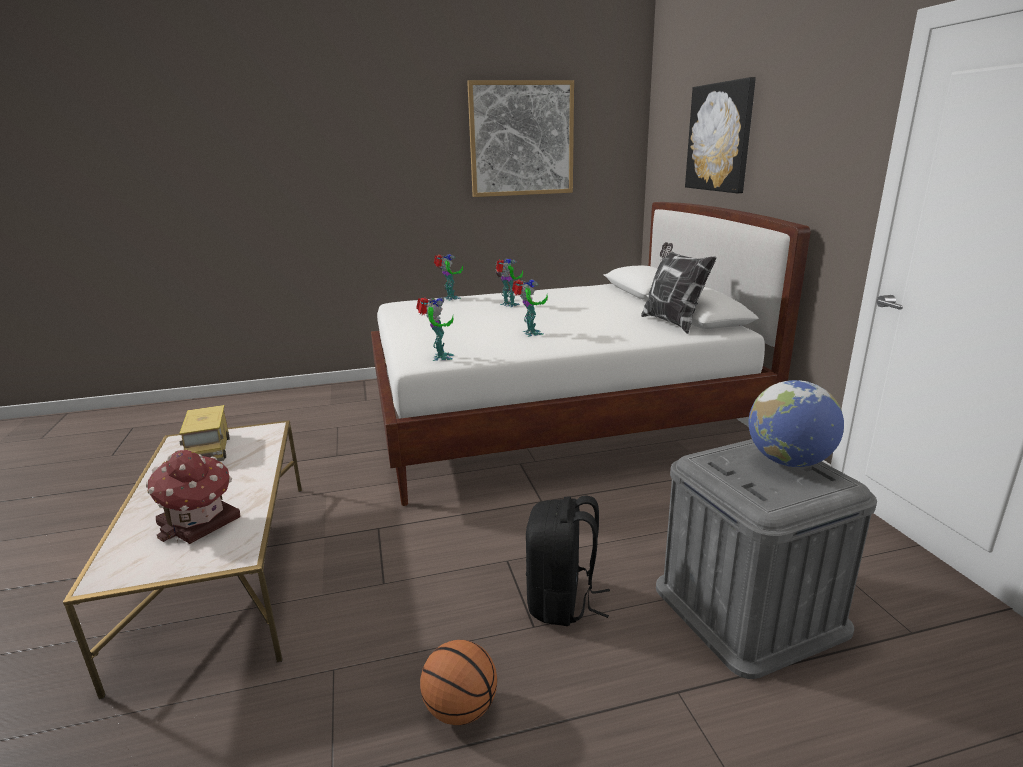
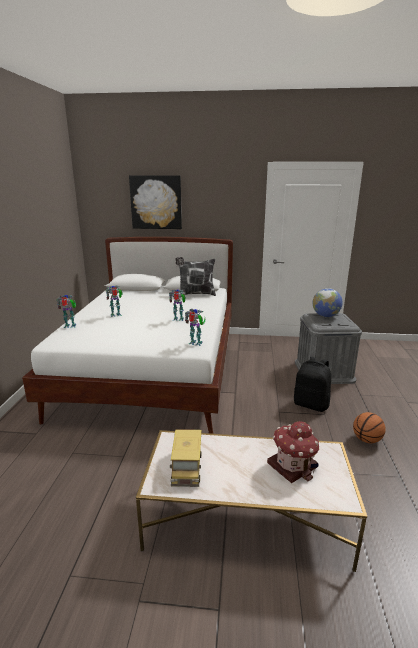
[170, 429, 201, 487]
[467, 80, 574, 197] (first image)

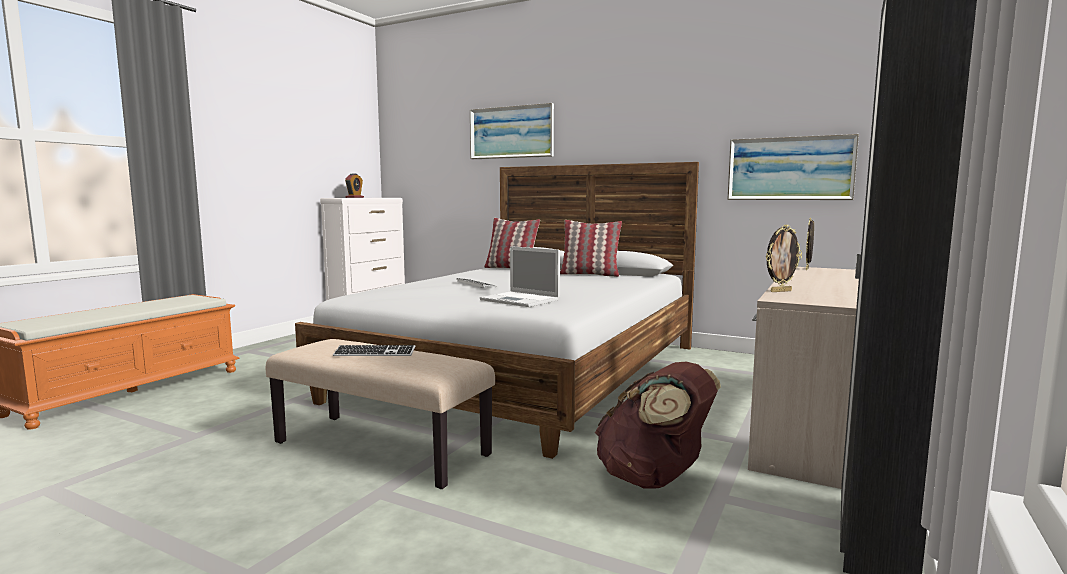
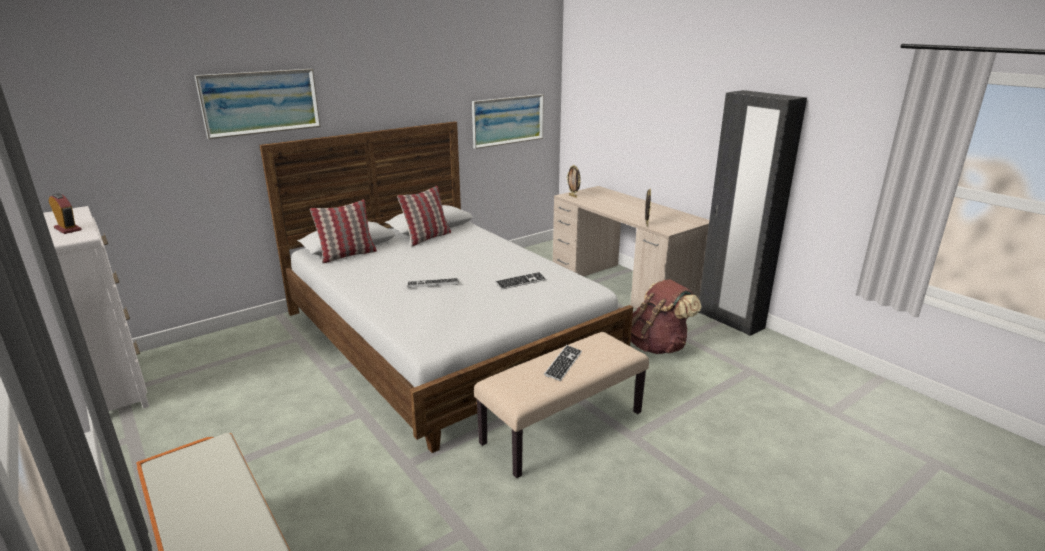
[495, 272, 546, 290]

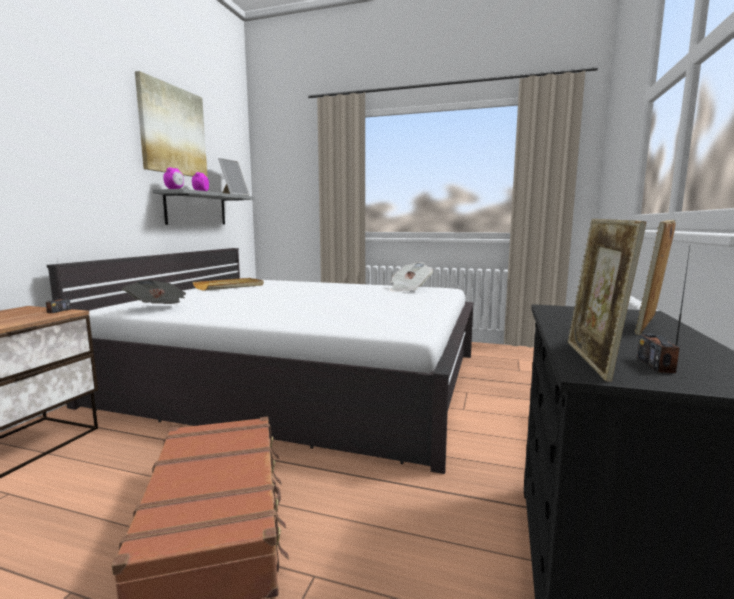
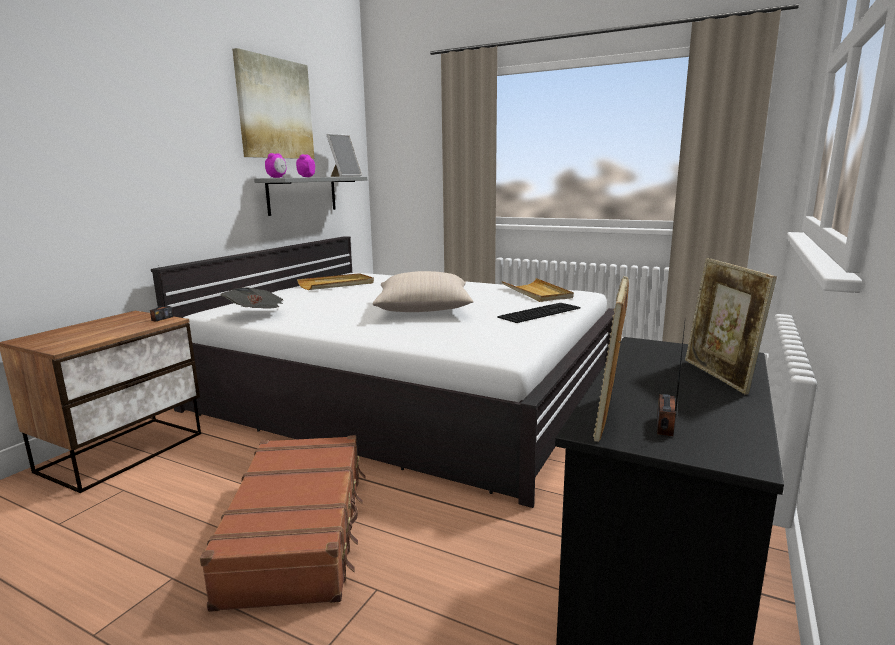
[502, 278, 574, 302]
[685, 258, 777, 395]
[373, 271, 474, 312]
[497, 303, 581, 323]

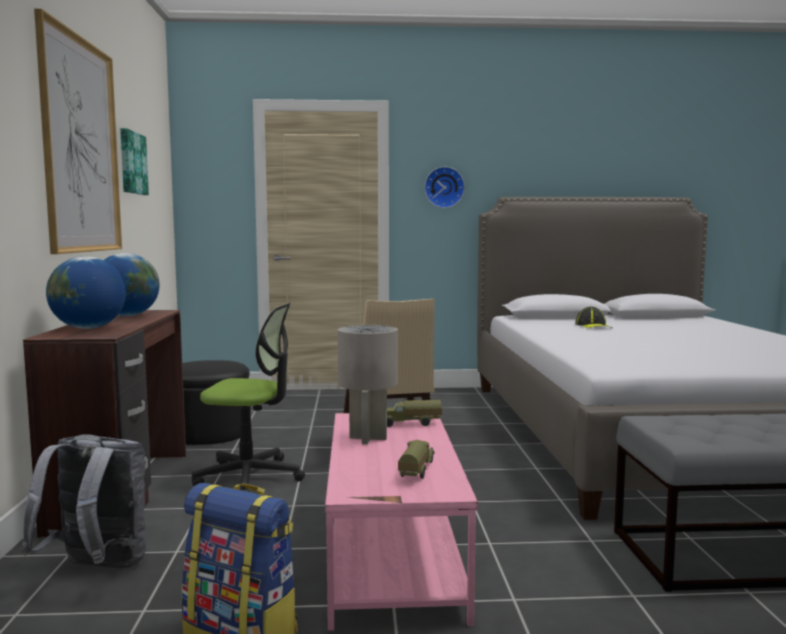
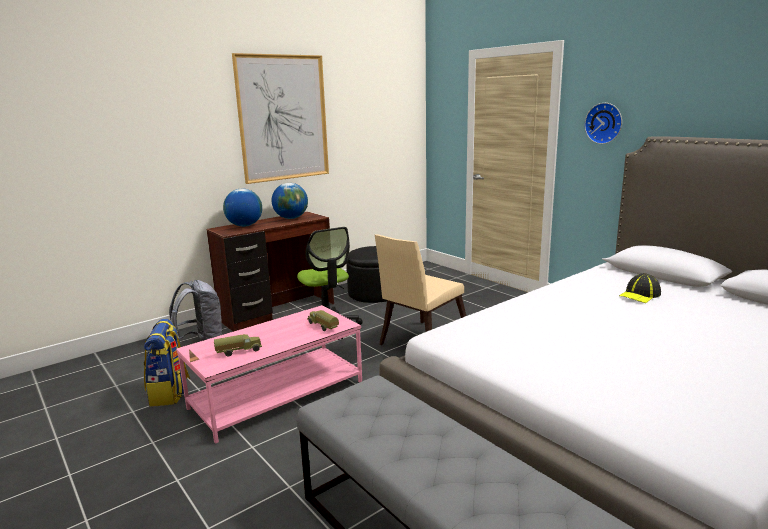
[120, 128, 149, 195] (first image)
[337, 325, 398, 444] (first image)

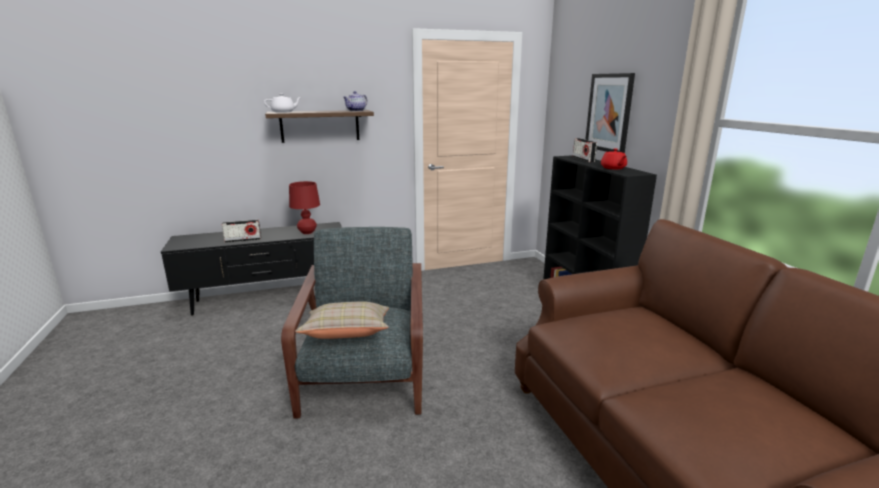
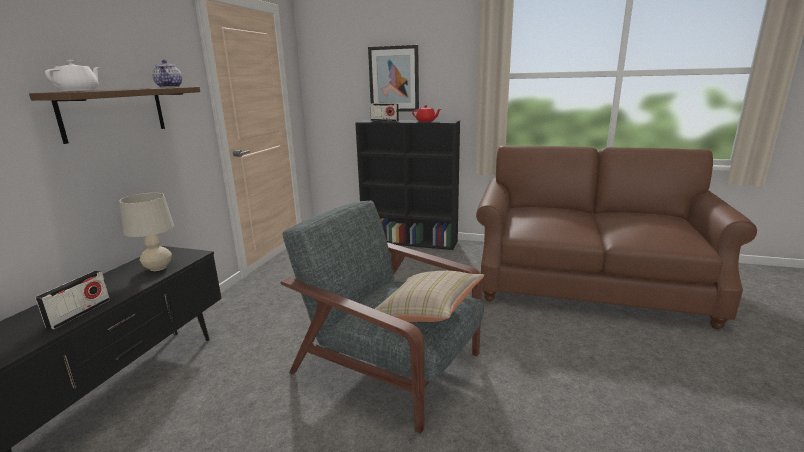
[119, 193, 174, 271]

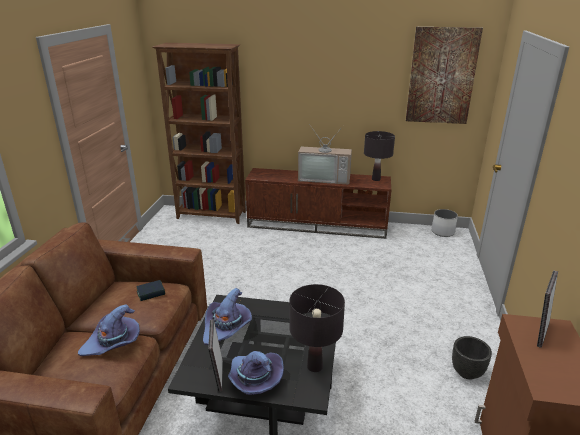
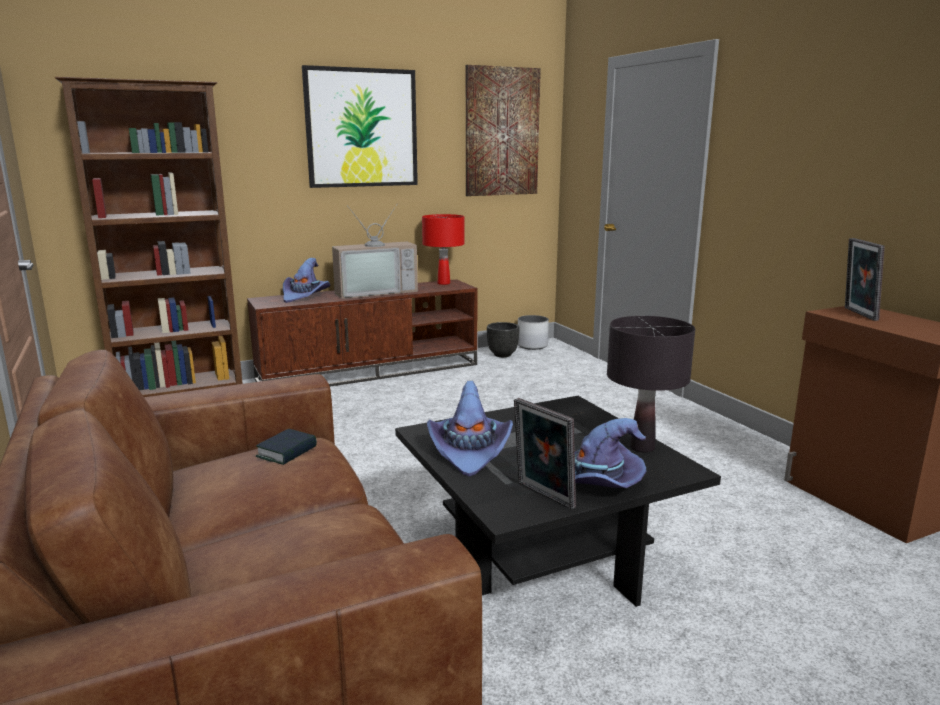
[283, 258, 330, 303]
[422, 214, 464, 285]
[487, 322, 520, 357]
[302, 65, 418, 188]

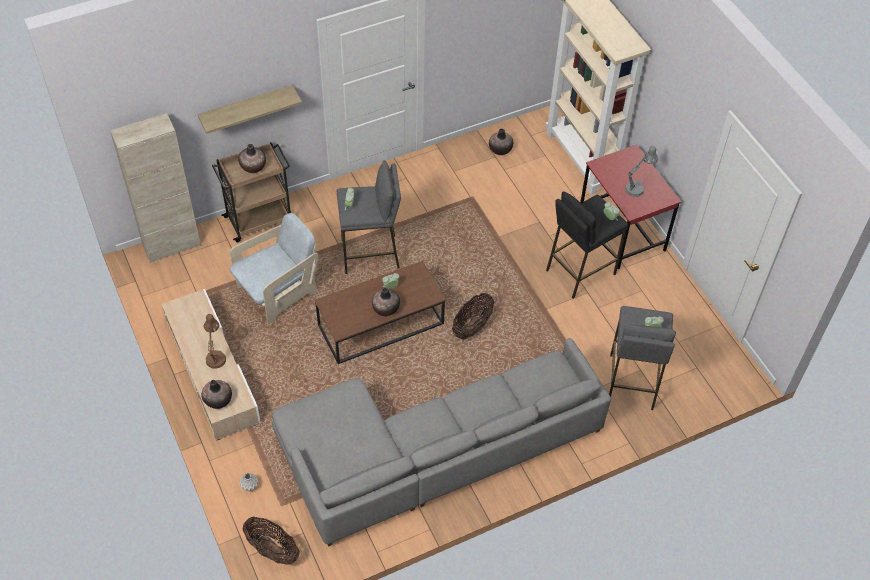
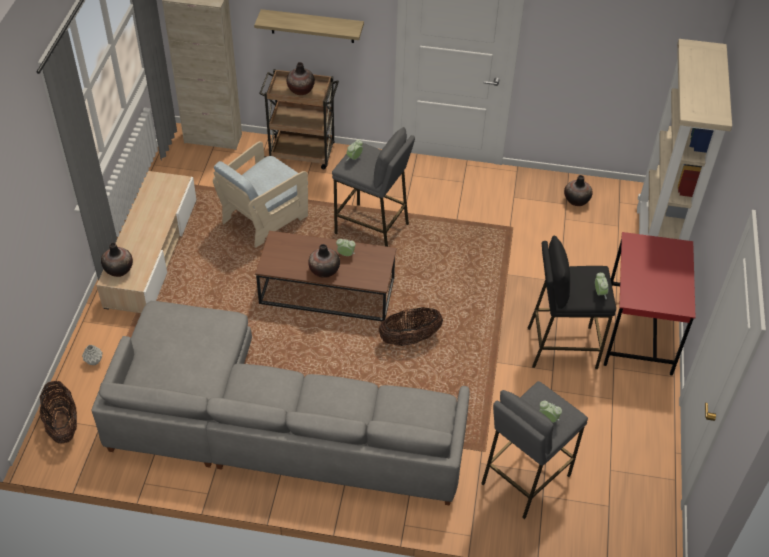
[204, 314, 226, 369] (first image)
[213, 141, 308, 248]
[625, 146, 658, 197] (first image)

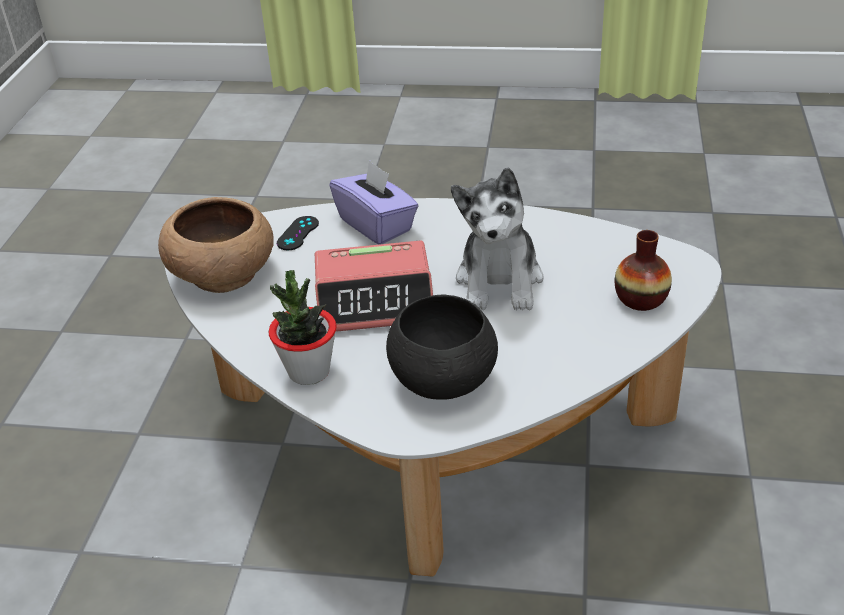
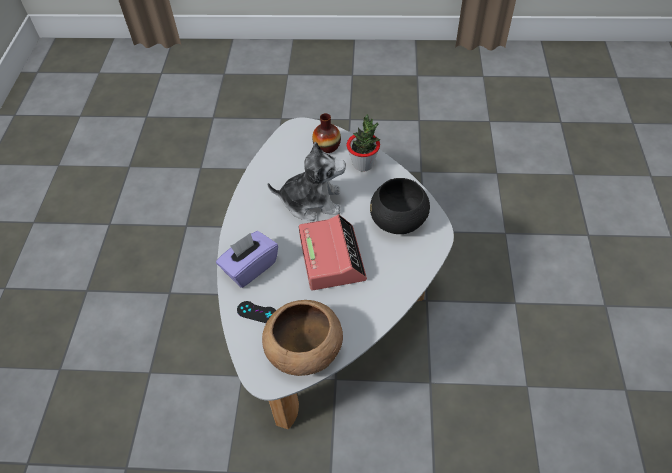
[346, 114, 380, 172]

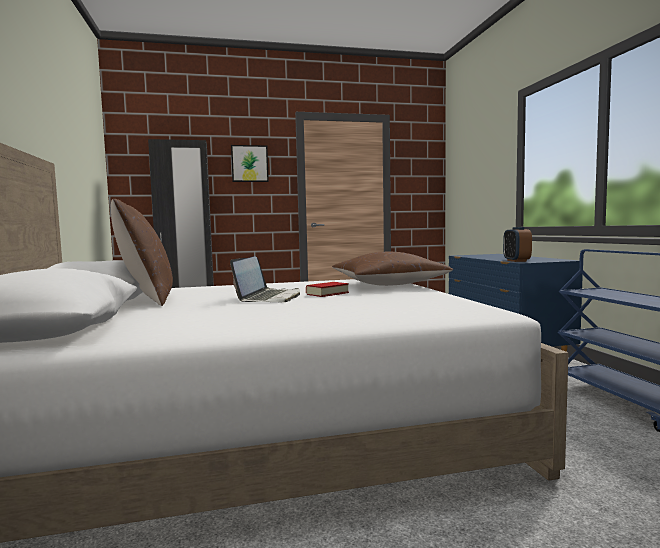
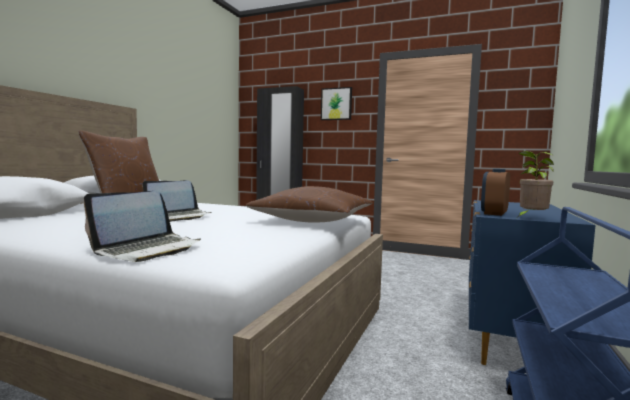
[306, 282, 349, 297] (first image)
[84, 191, 201, 262]
[518, 151, 554, 217]

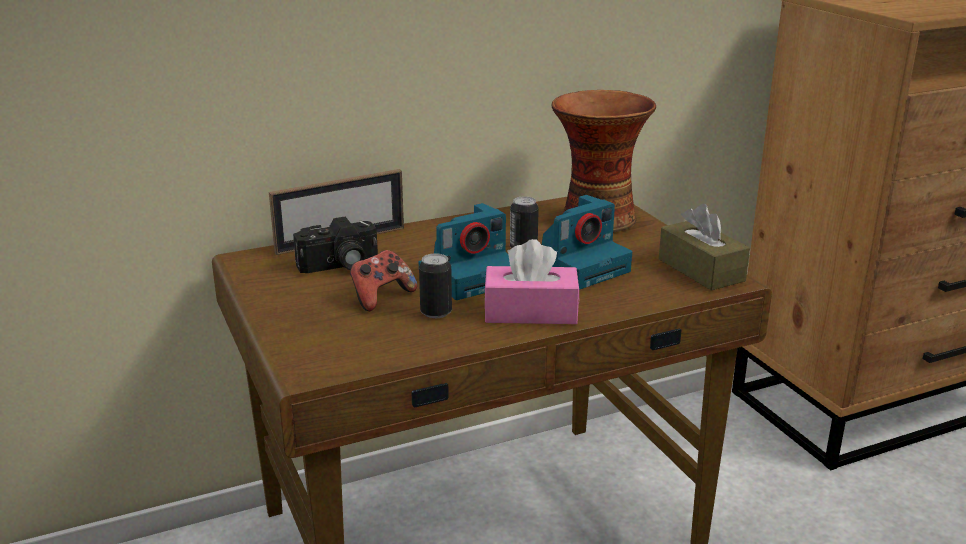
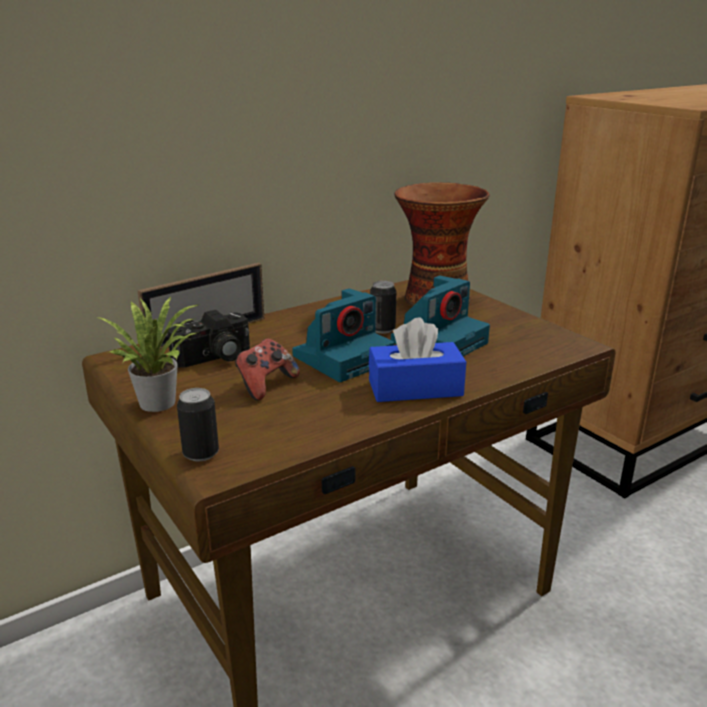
[177, 388, 219, 461]
[369, 318, 466, 402]
[659, 204, 750, 290] (first image)
[96, 297, 198, 412]

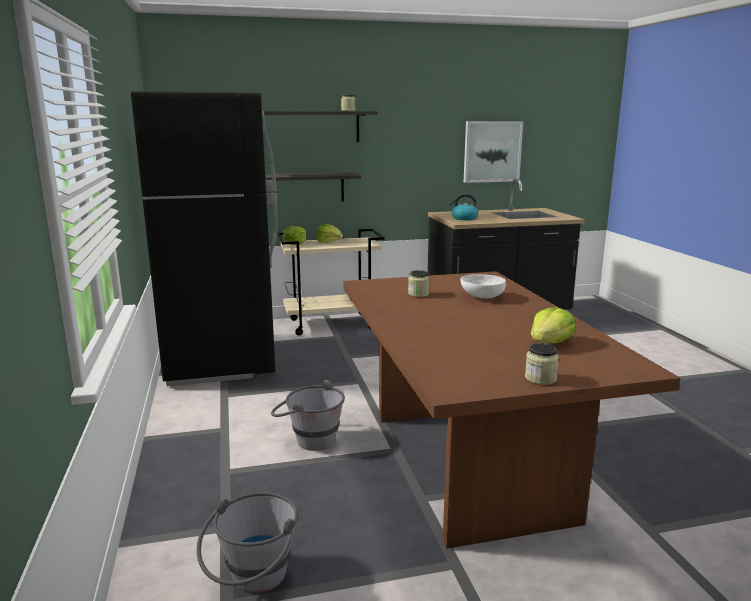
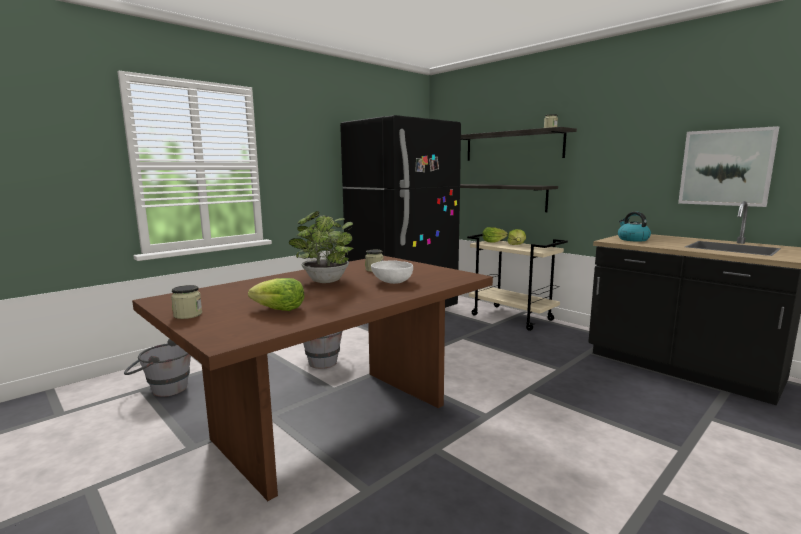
[289, 211, 354, 283]

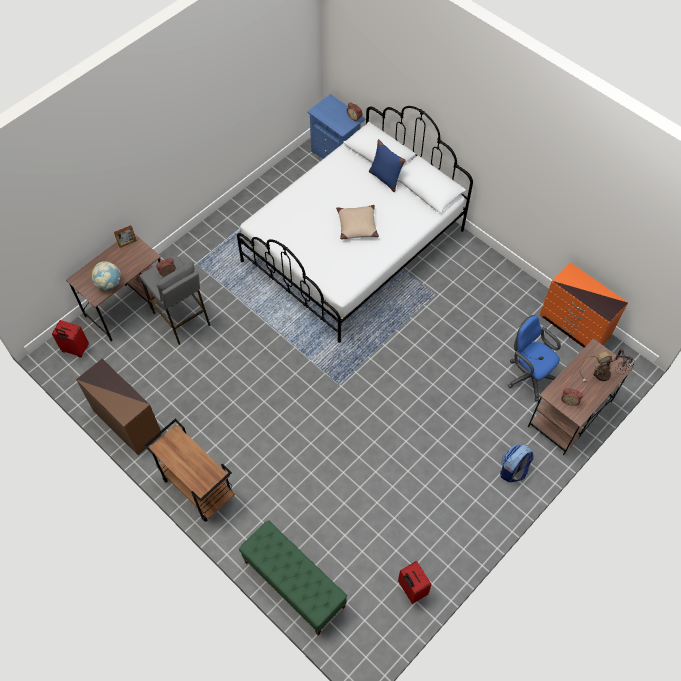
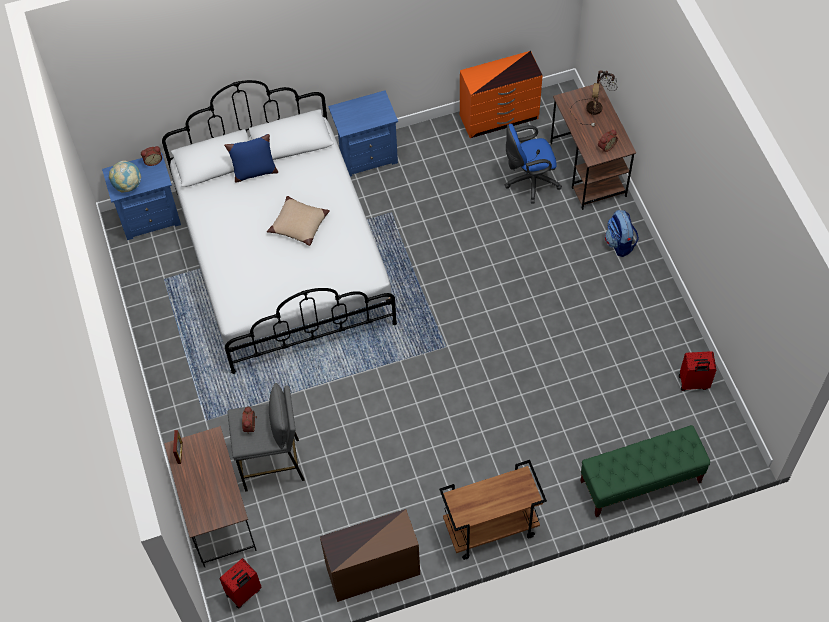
[109, 160, 141, 193]
[328, 90, 398, 177]

